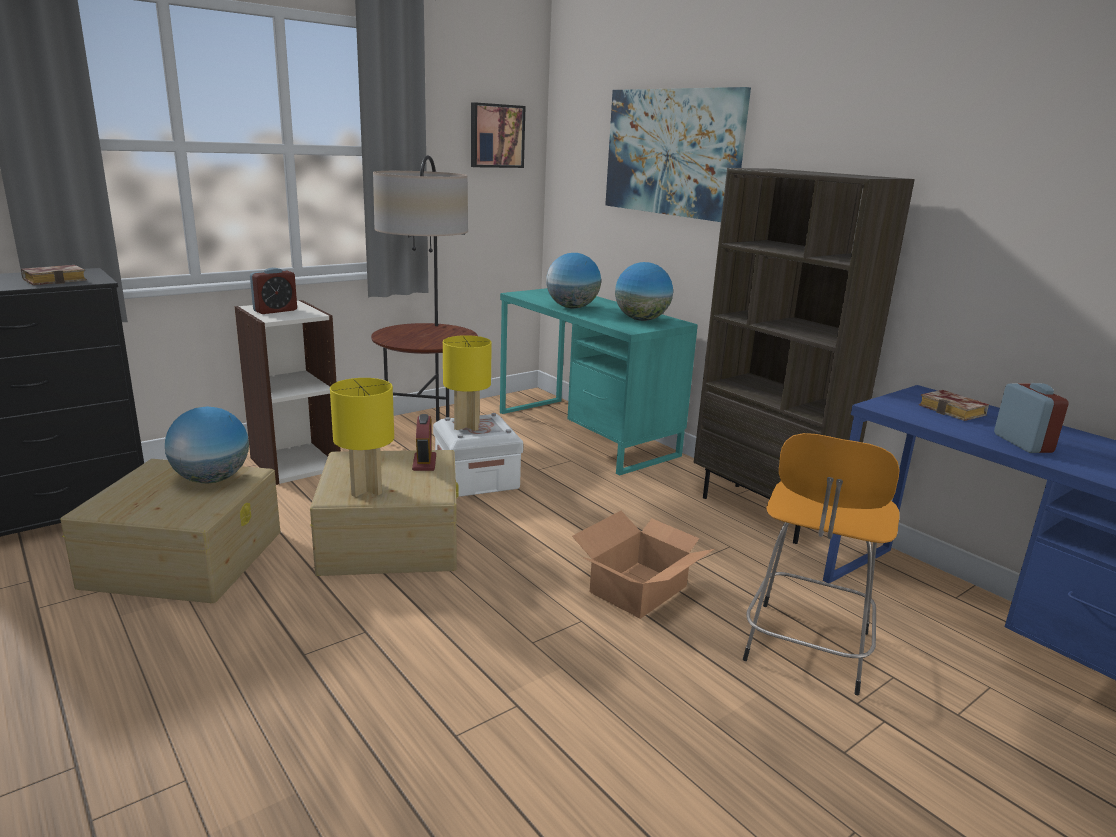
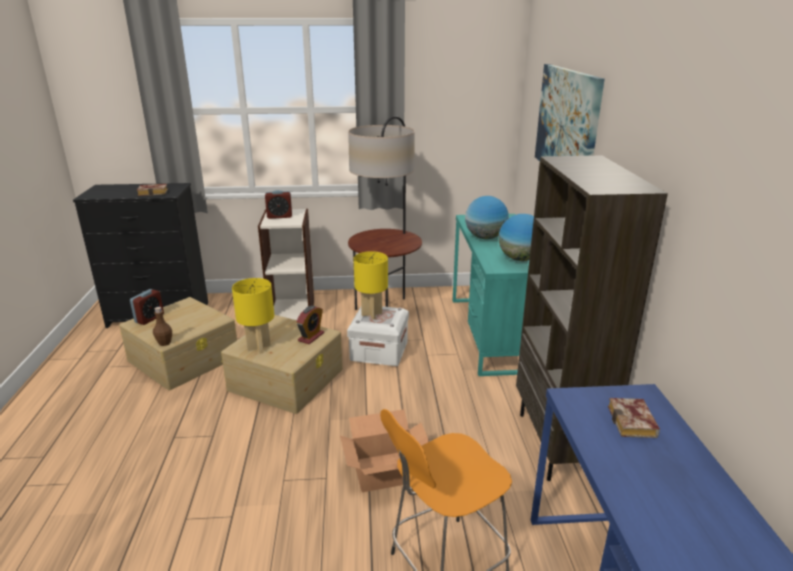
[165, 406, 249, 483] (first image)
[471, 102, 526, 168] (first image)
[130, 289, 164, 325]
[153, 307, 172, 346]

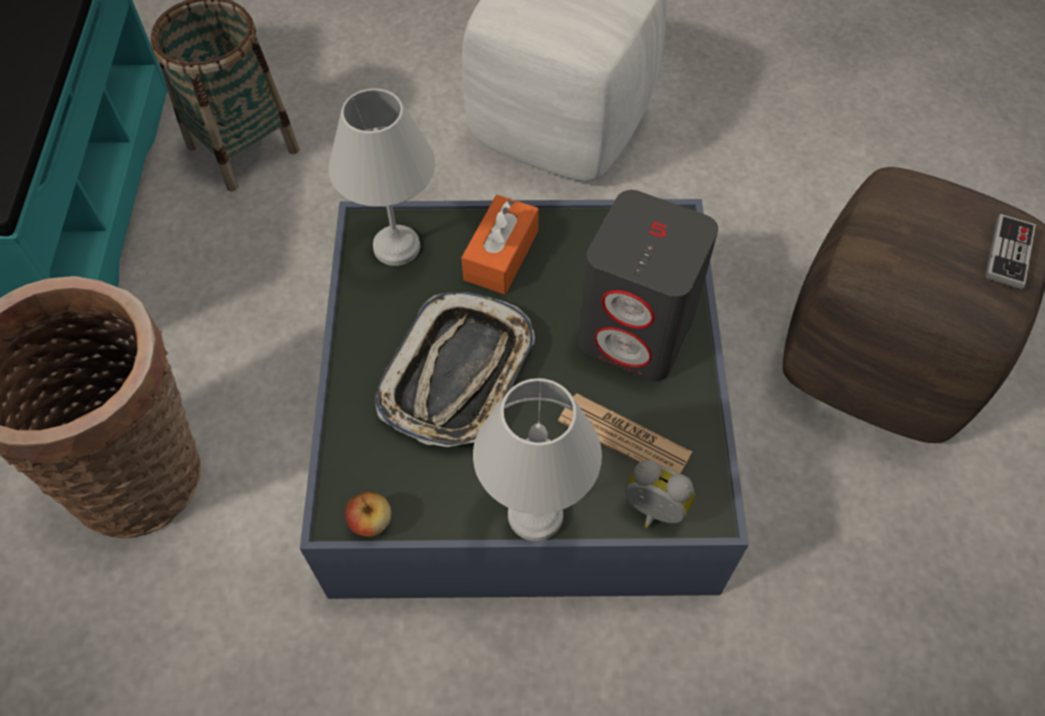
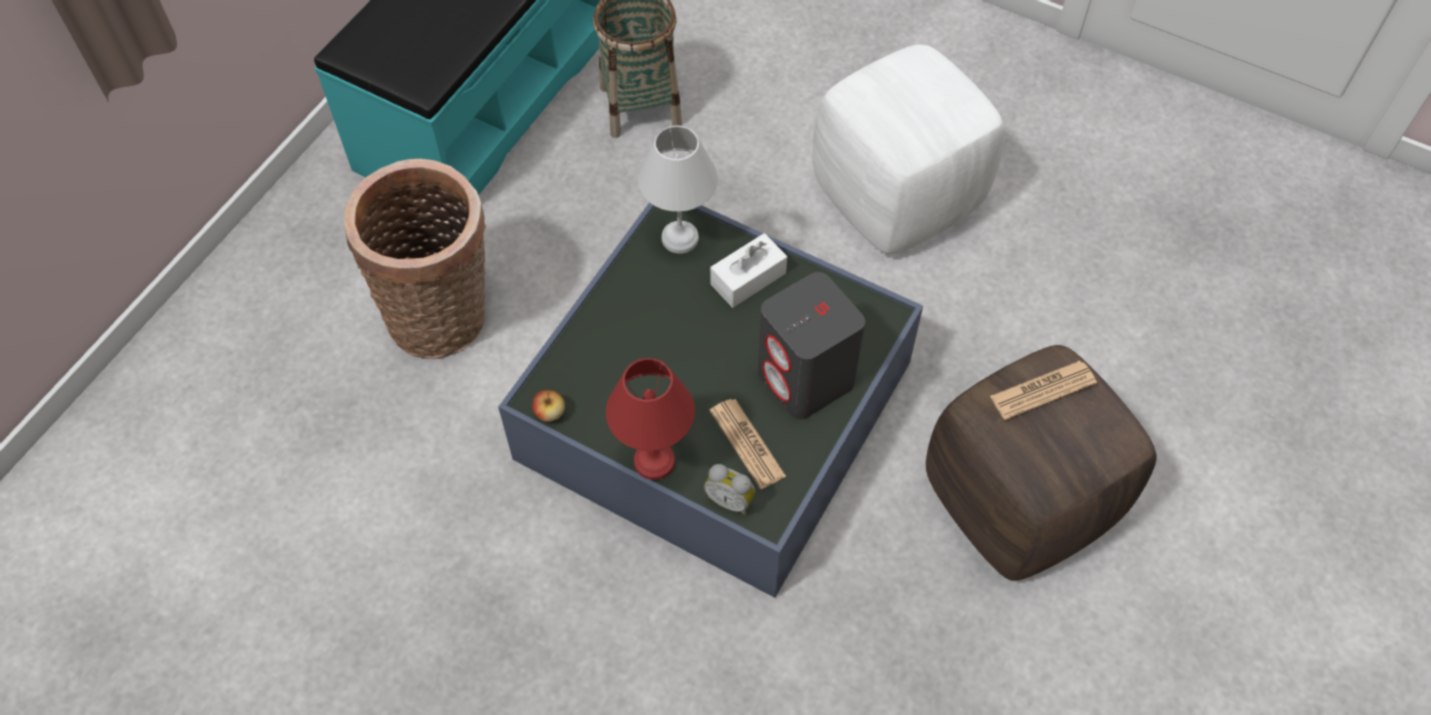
[375, 292, 535, 447] (first image)
[710, 233, 787, 308]
[606, 358, 695, 480]
[704, 464, 755, 515]
[985, 214, 1036, 289] (first image)
[990, 360, 1097, 420]

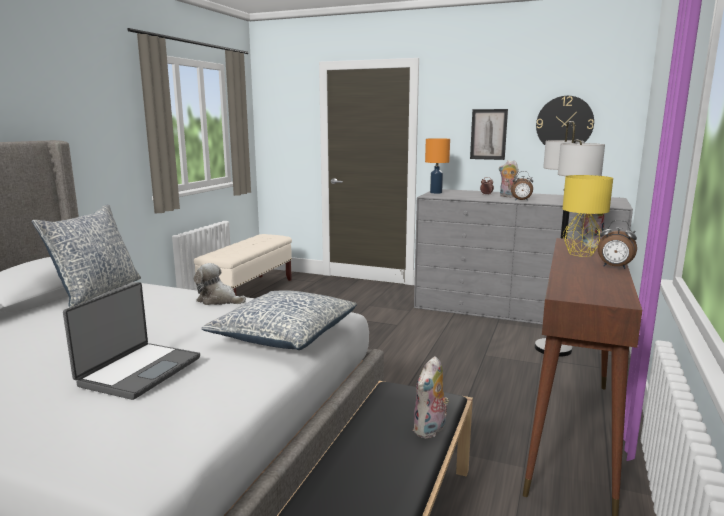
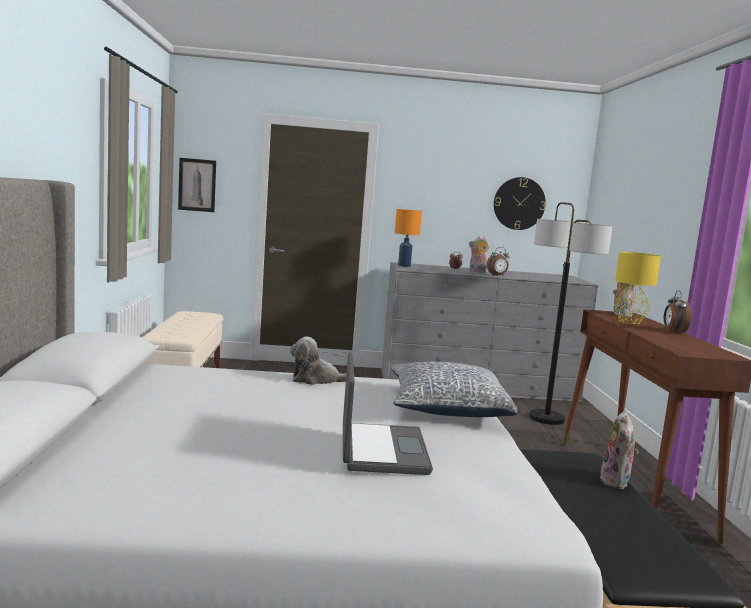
[31, 204, 141, 308] (first image)
[178, 158, 216, 212]
[664, 290, 691, 333]

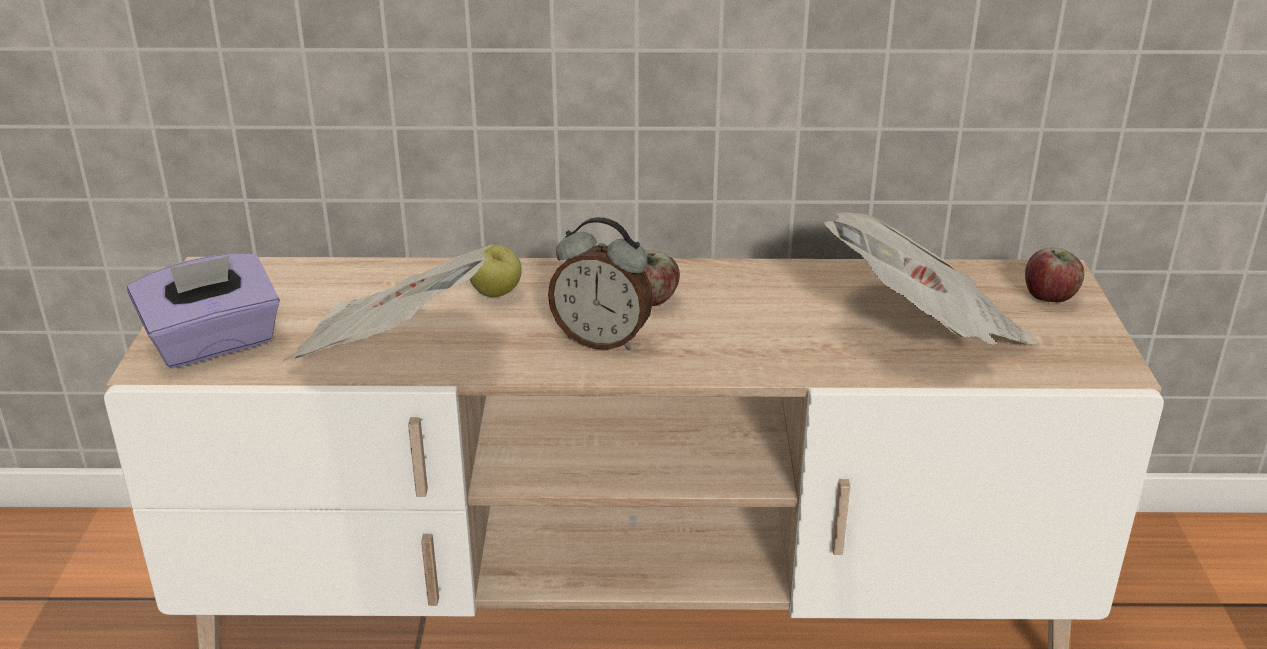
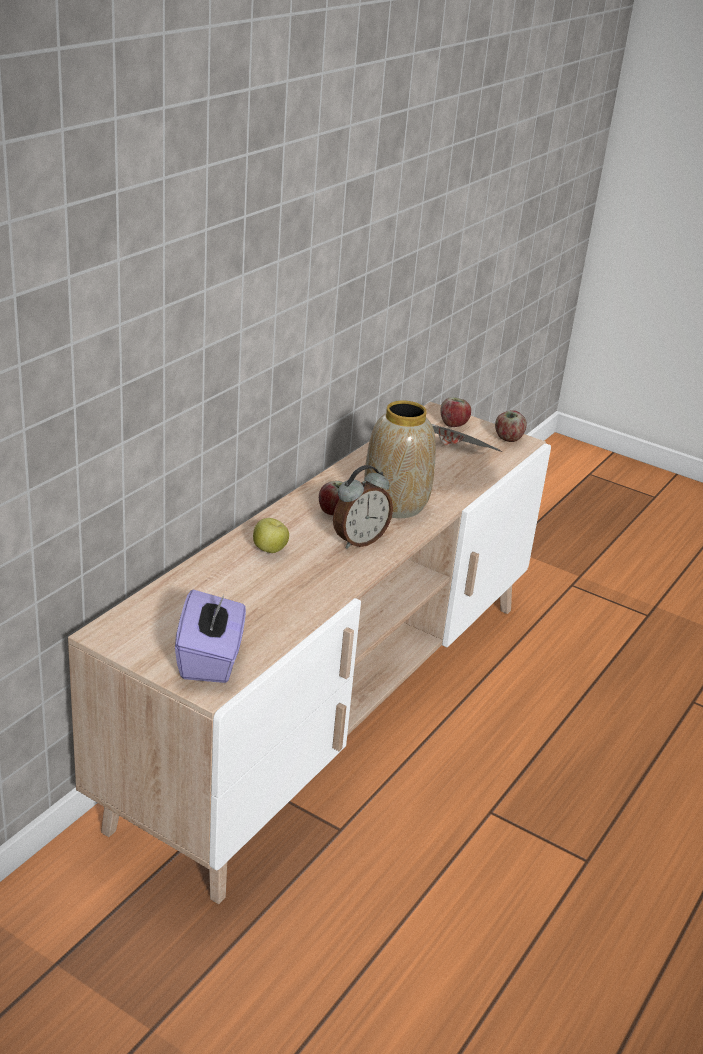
[281, 245, 492, 362] (first image)
[364, 401, 436, 518]
[495, 410, 527, 442]

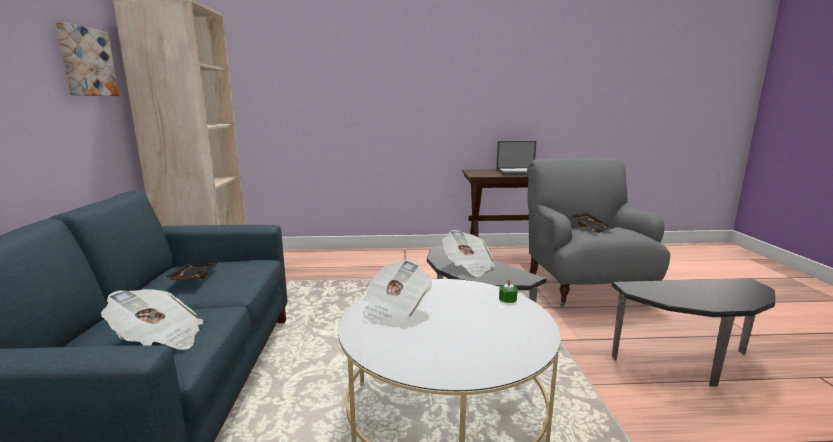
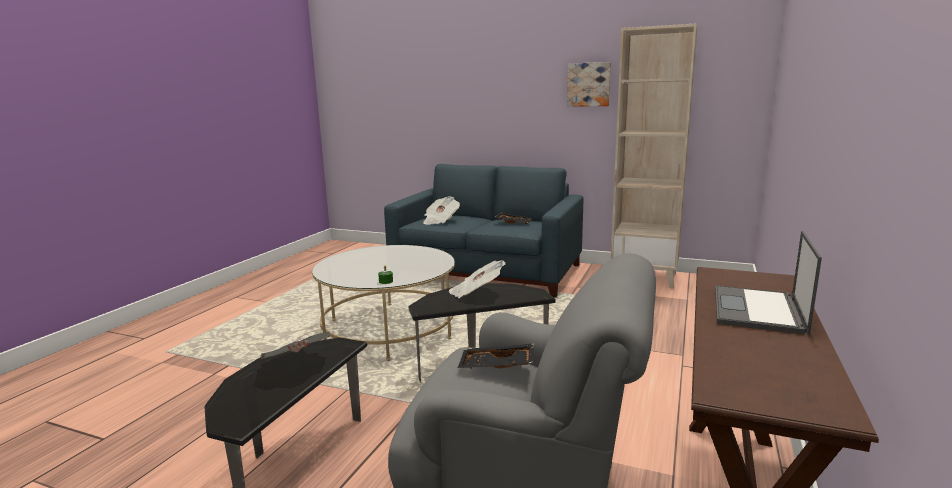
[260, 332, 330, 359]

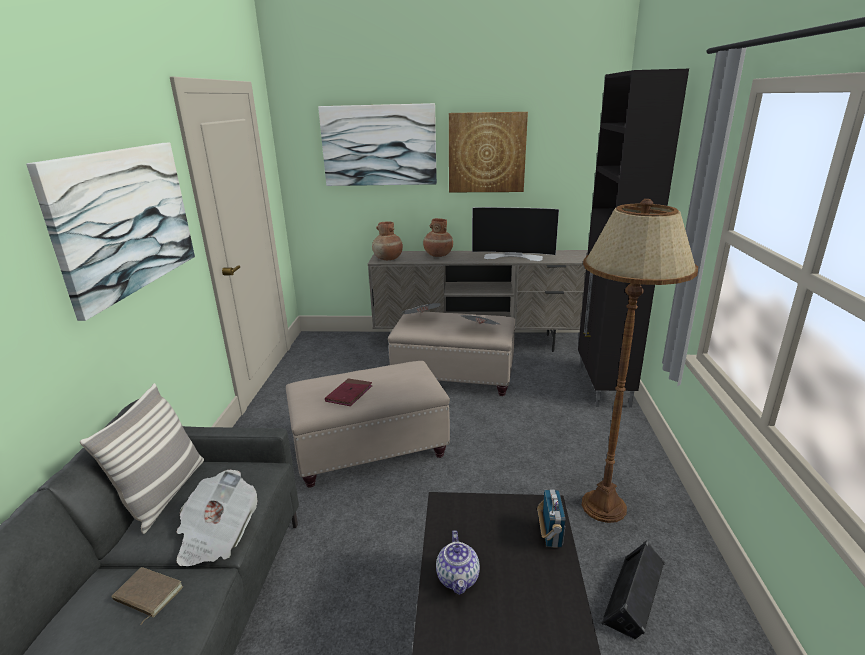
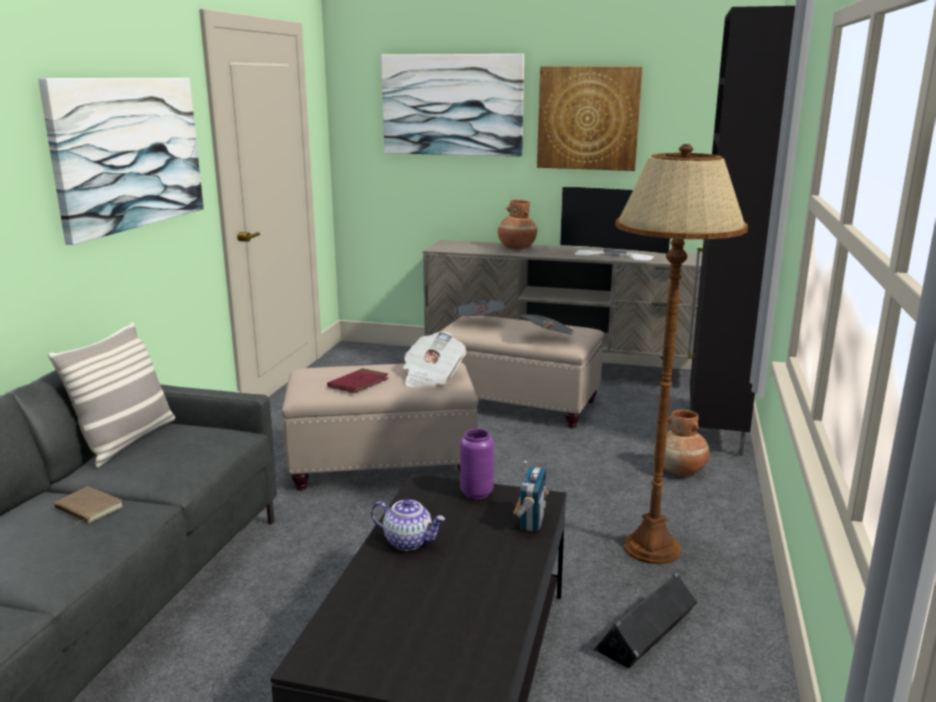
[403, 331, 466, 387]
[663, 410, 709, 476]
[371, 499, 445, 551]
[460, 429, 494, 500]

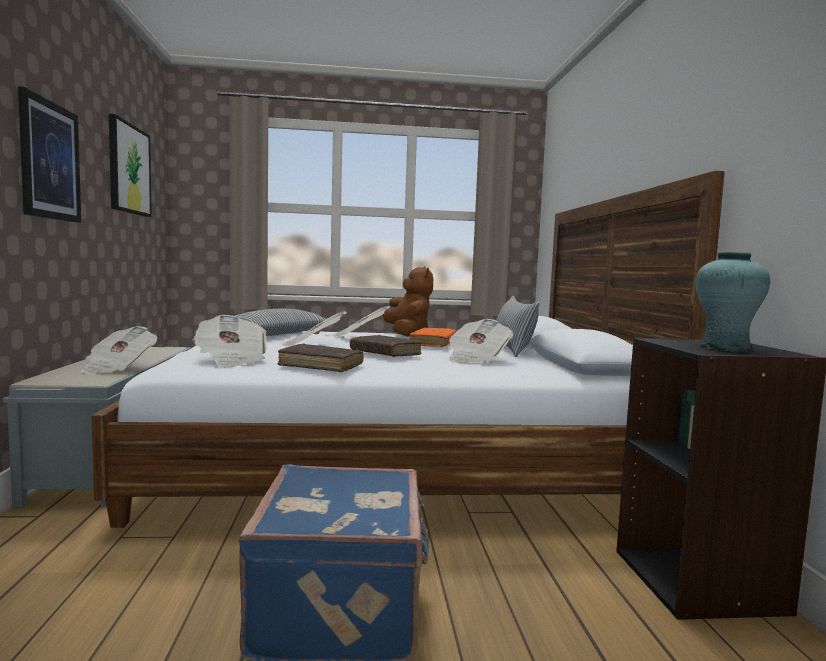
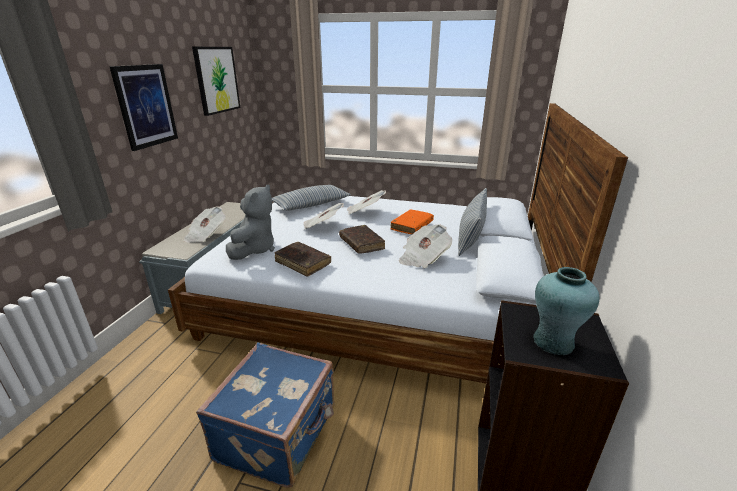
[226, 184, 275, 260]
[383, 266, 433, 337] (first image)

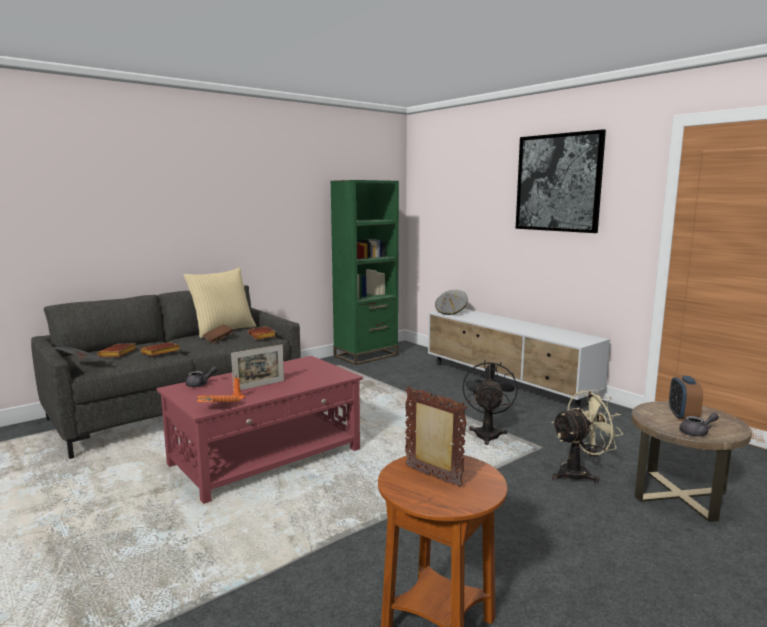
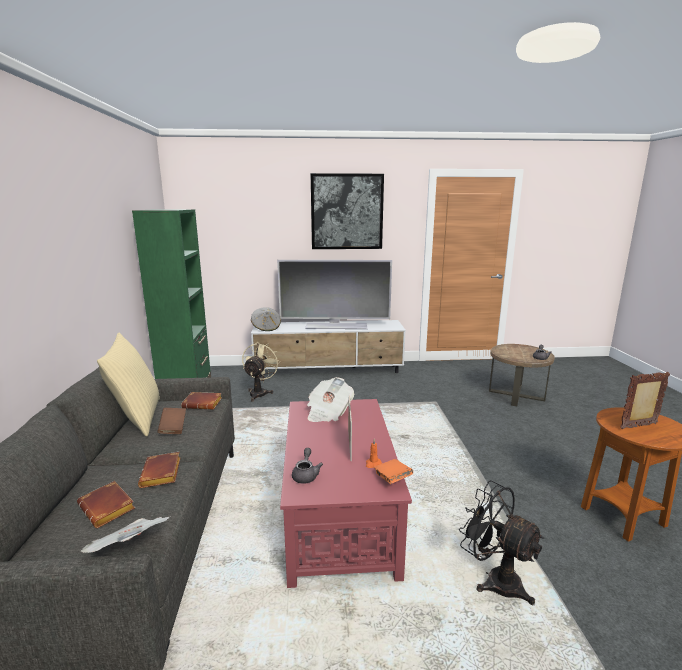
[459, 480, 544, 605]
[242, 342, 281, 401]
[669, 376, 703, 421] (first image)
[277, 260, 392, 329]
[307, 377, 354, 422]

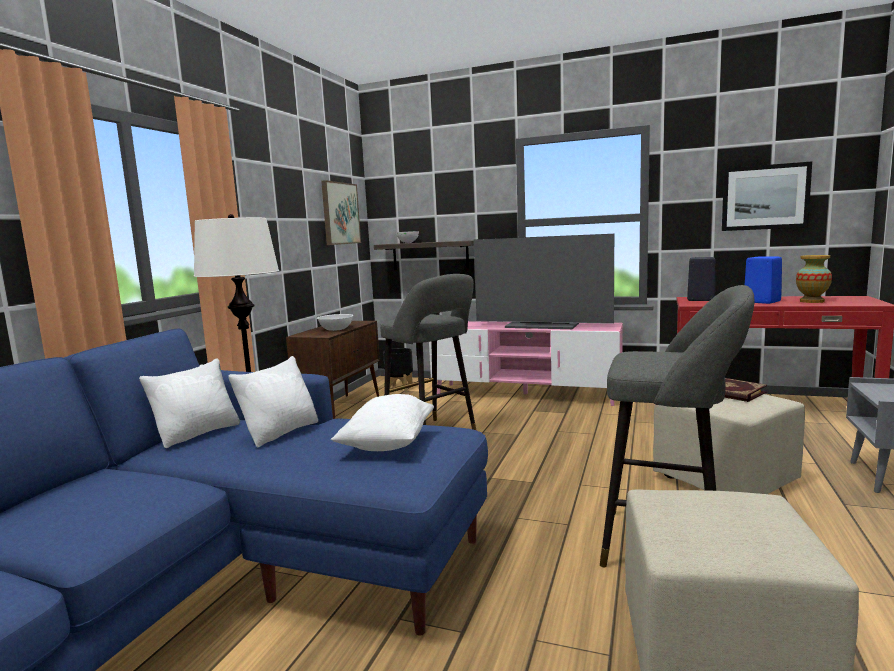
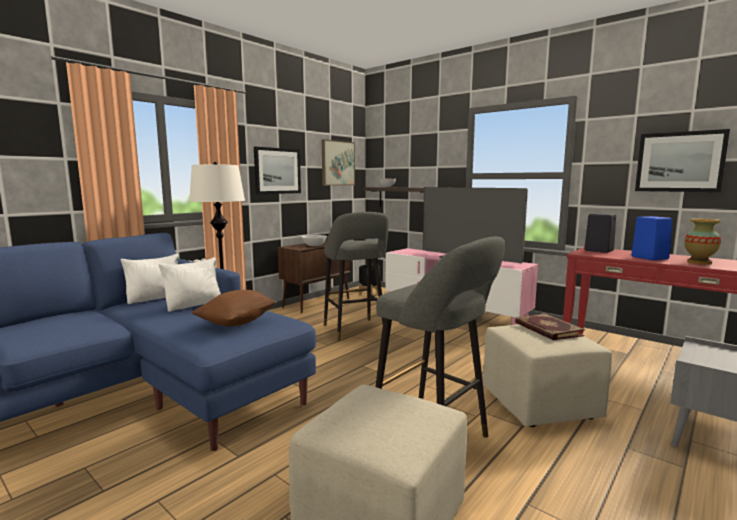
[191, 290, 276, 326]
[254, 147, 301, 194]

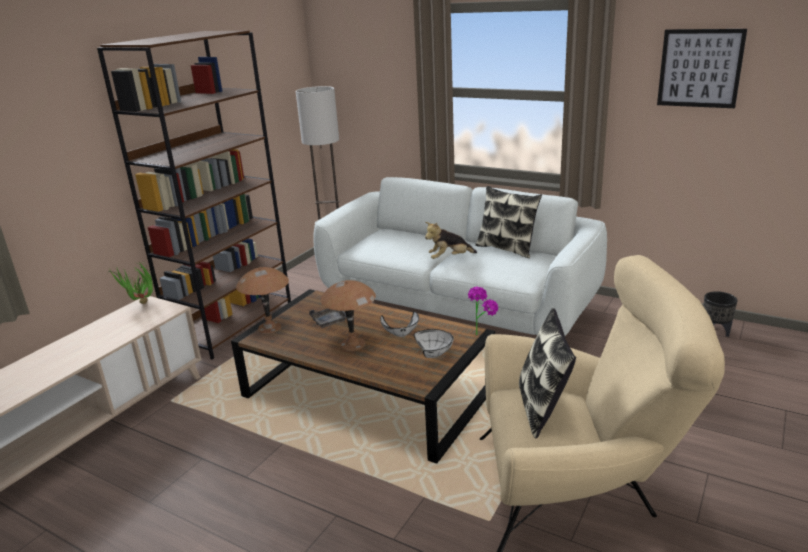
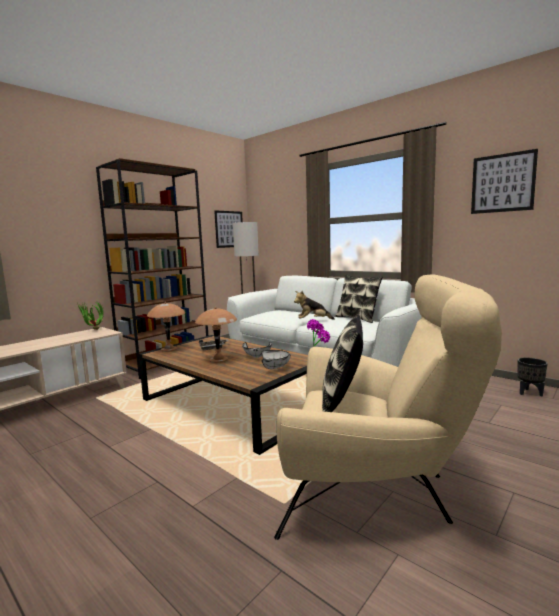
[214, 210, 243, 248]

